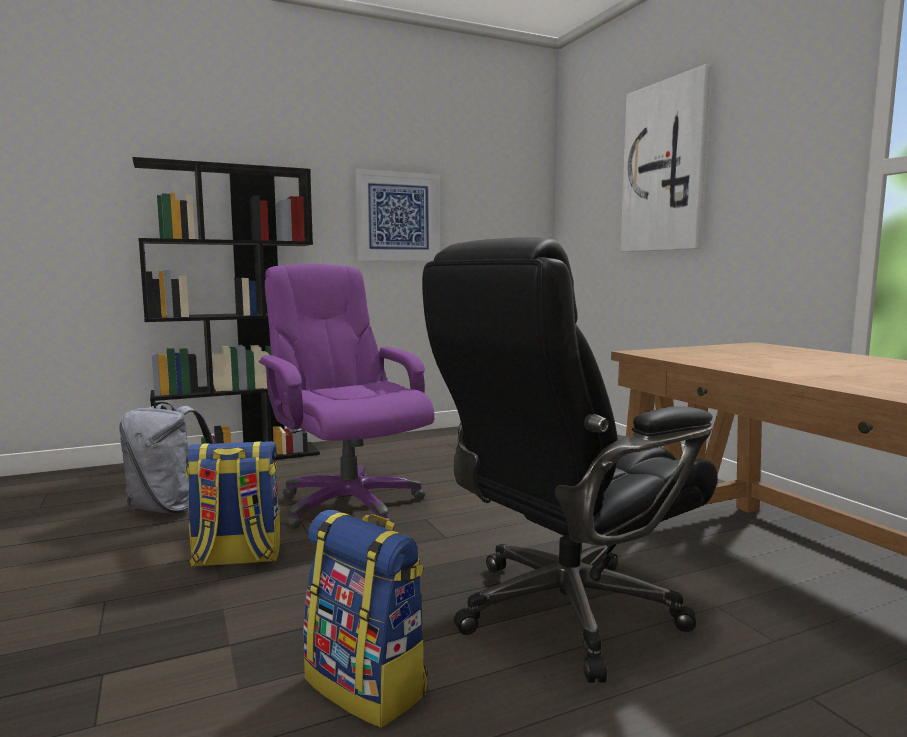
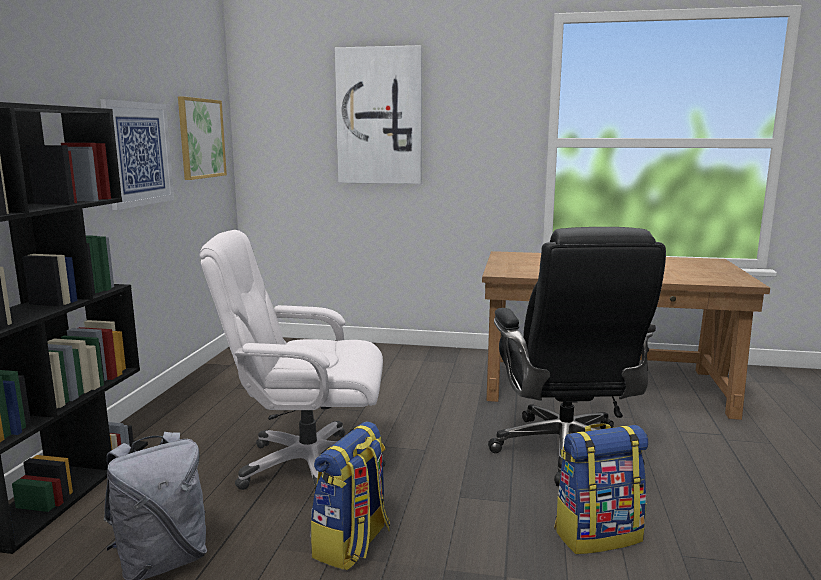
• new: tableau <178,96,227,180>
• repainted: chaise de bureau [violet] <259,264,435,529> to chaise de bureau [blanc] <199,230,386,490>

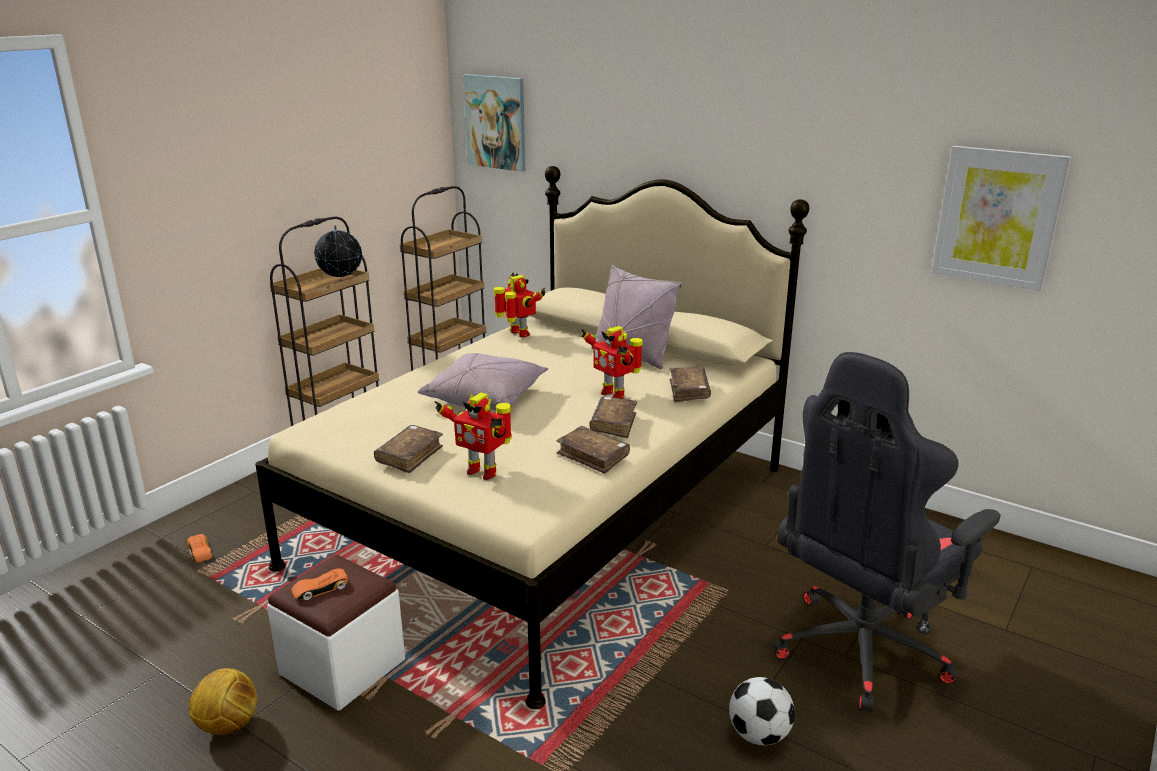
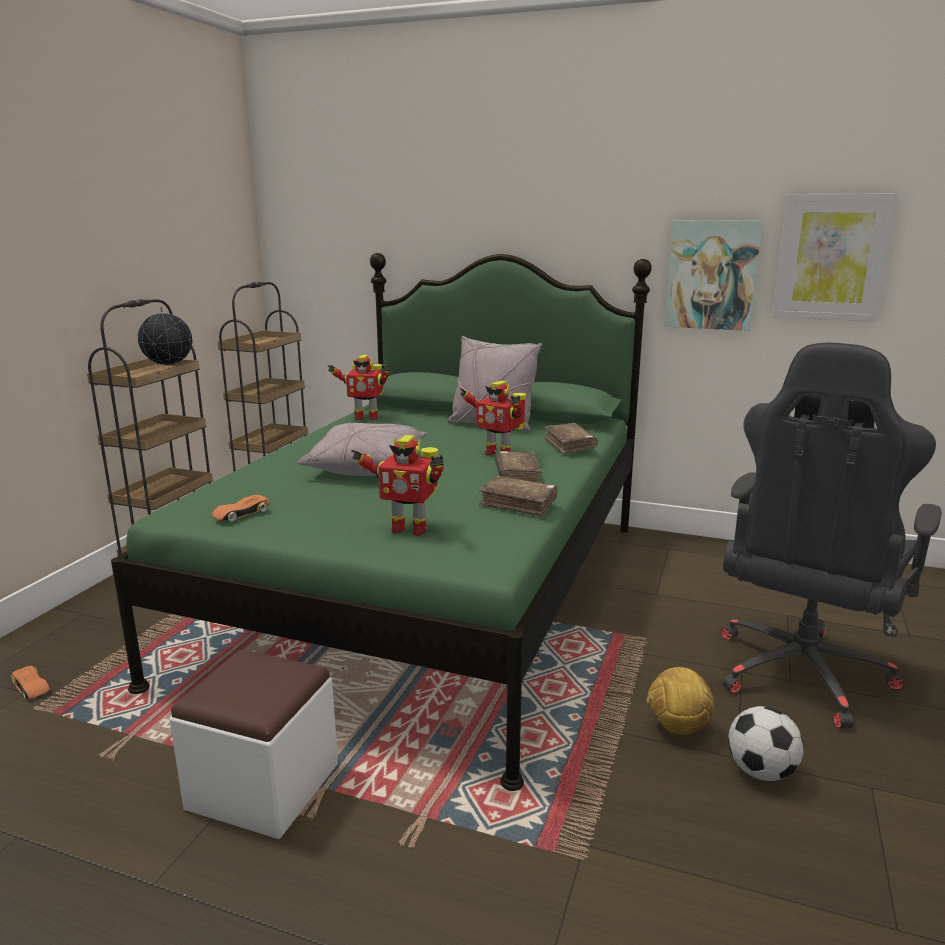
• gone: livre [marron] <374,425,443,473>
• shifted: ballon de foot <189,668,257,735> to <646,667,714,735>
• shifted: petite voiture [orange] <292,568,348,600> to <212,495,270,521>
• shifted: tableau <463,74,525,172> to <664,220,763,331>
• repainted: lit [beige] <255,166,809,709> to lit [vert] <111,253,652,791>
• rotated: robot jouet <494,272,545,337> = <327,355,390,421> 150 degrees clockwise

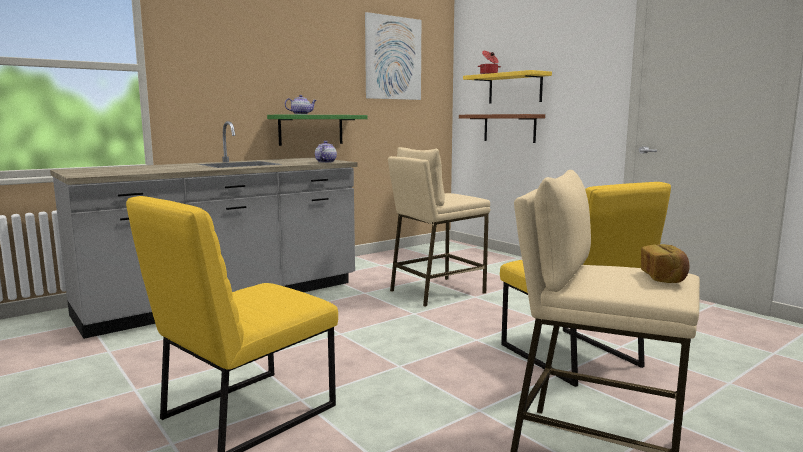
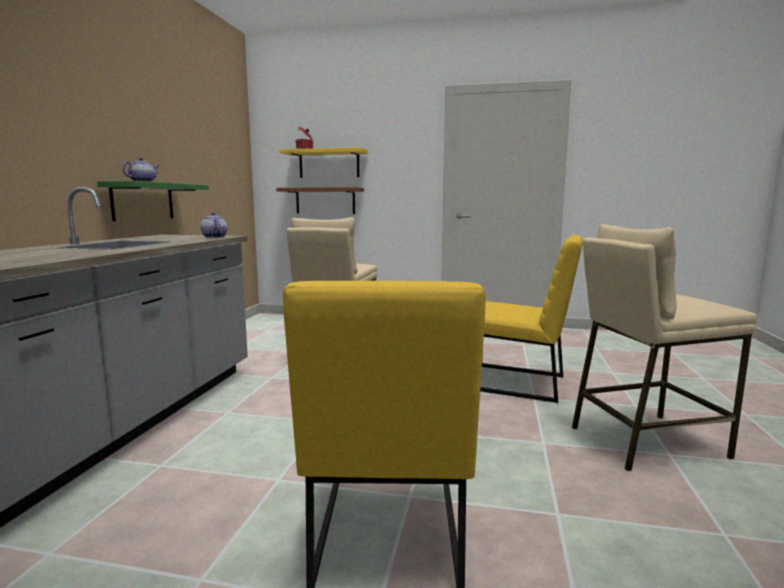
• gone: tableau <365,12,421,100>
• gone: pain <641,244,690,283>

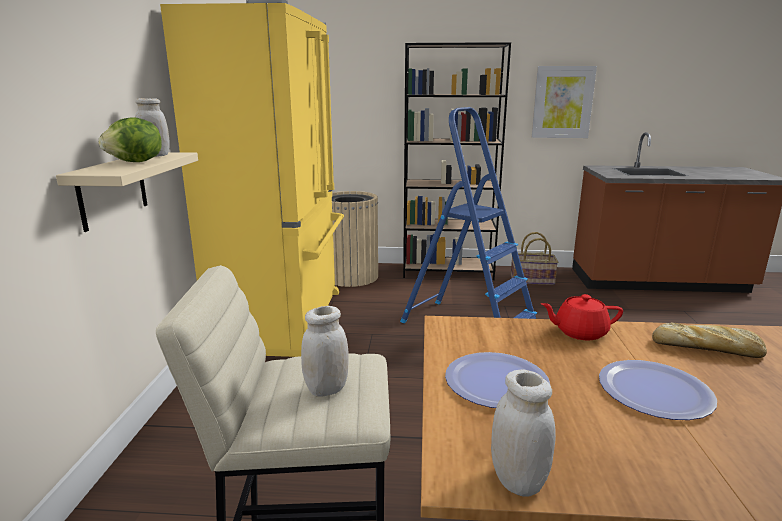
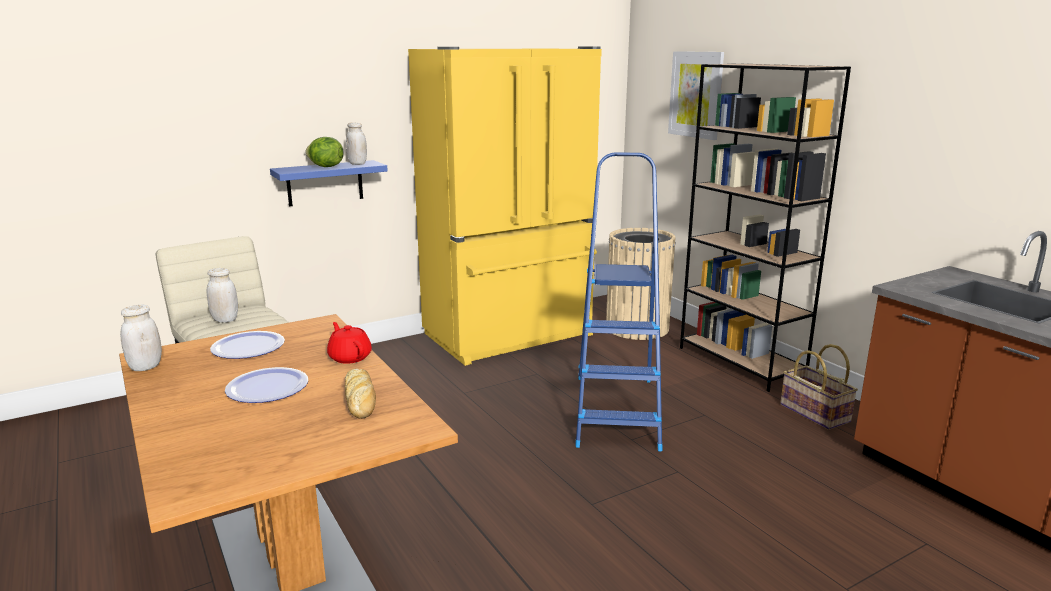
• shifted: tableau <532,66,597,138> to <668,51,724,140>
• repainted: étagère [beige] <56,152,198,232> to étagère [bleu] <270,160,388,207>

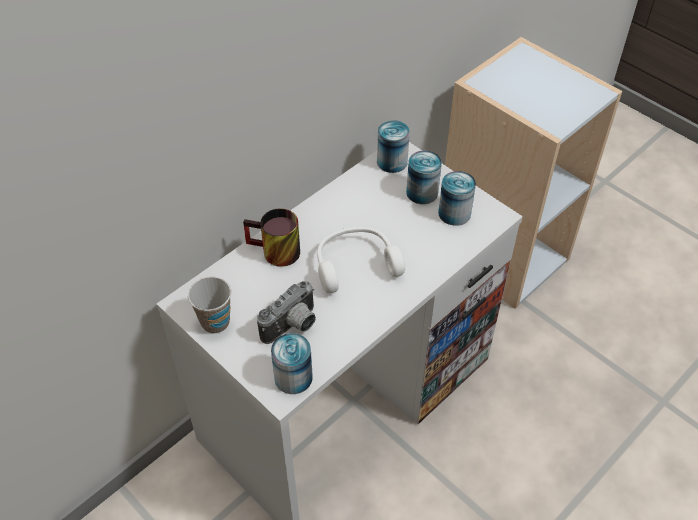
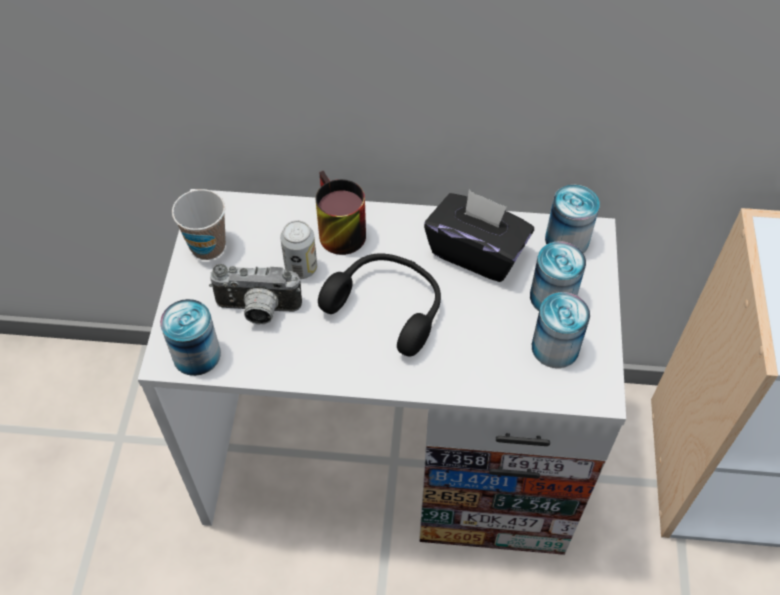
• new: boîte métallique <280,220,317,279>
• new: boîte à mouchoirs [noir] <424,190,534,282>
• repainted: casque audio [blanc] <317,227,405,293> to casque audio [noir] <318,253,441,356>

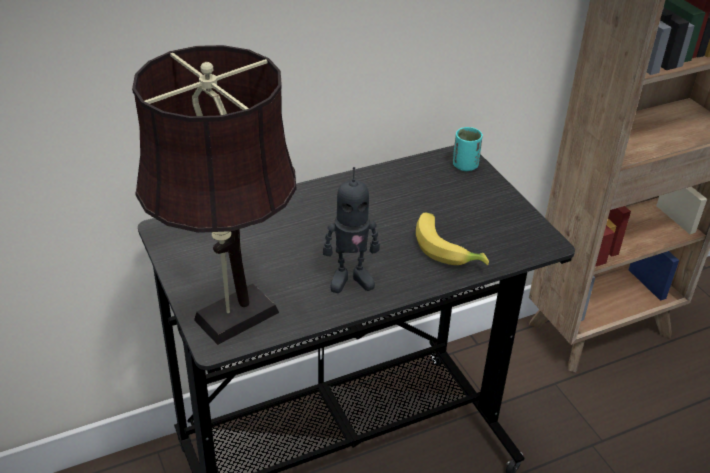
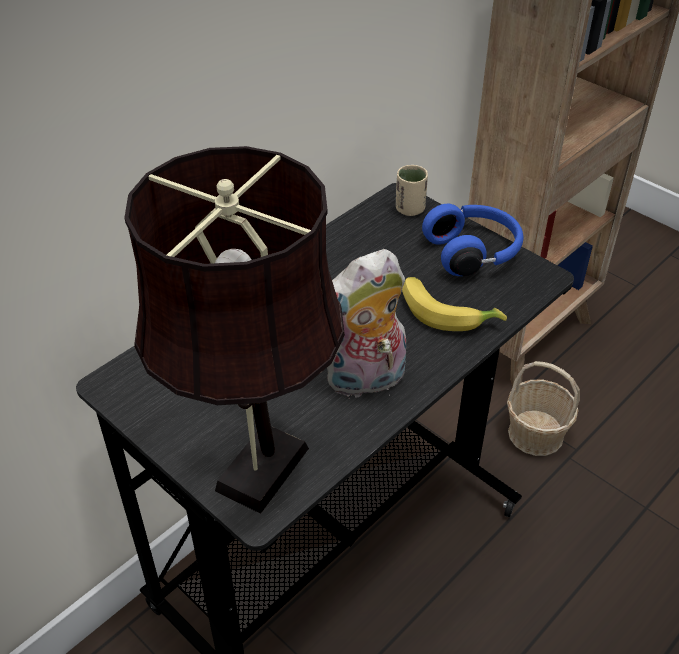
• new: casque audio [bleu] <422,204,524,276>
• new: panier <507,361,580,456>
• swapped: robot jouet <323,167,380,293> to peluche <327,249,406,398>
• repainted: tasse [turquoise] <453,127,483,171> to tasse [beige] <396,165,428,216>

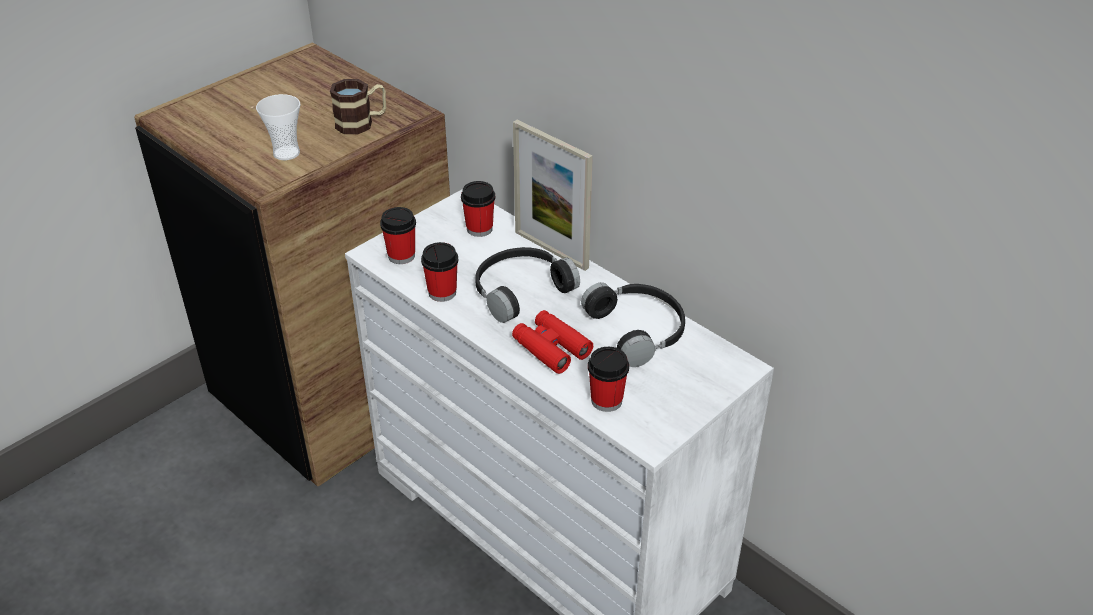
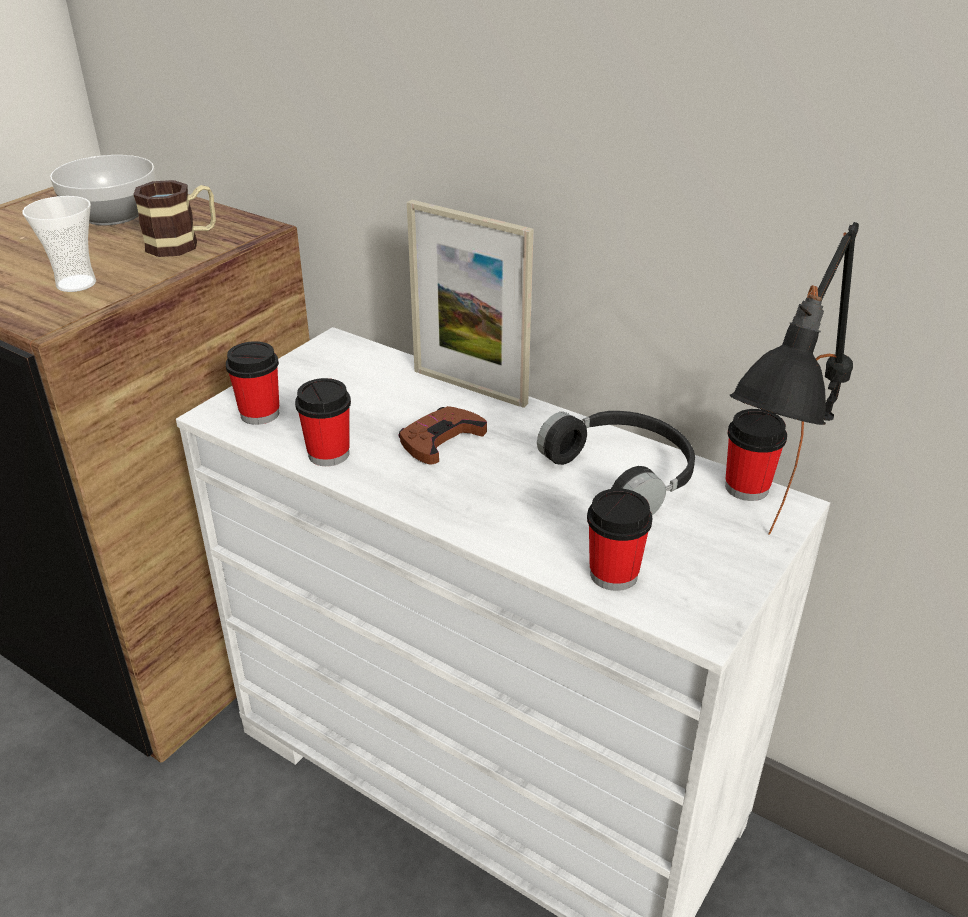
• gone: jumelles [rouge] <512,310,593,374>
• new: bol <50,155,156,225>
• new: lampe de table [noir] <730,222,859,535>
• shifted: tasse <461,181,495,237> to <725,409,787,501>
• swapped: casque audio [noir] <475,247,580,323> to manette [marron] <399,406,487,465>

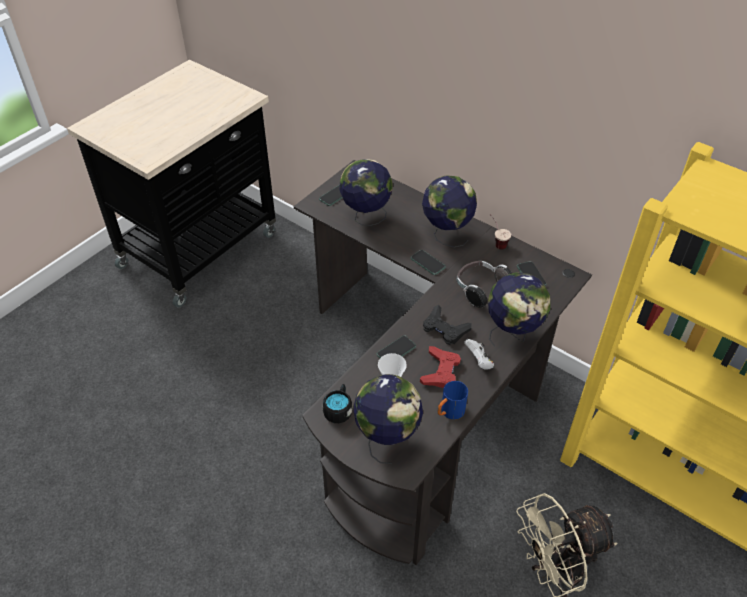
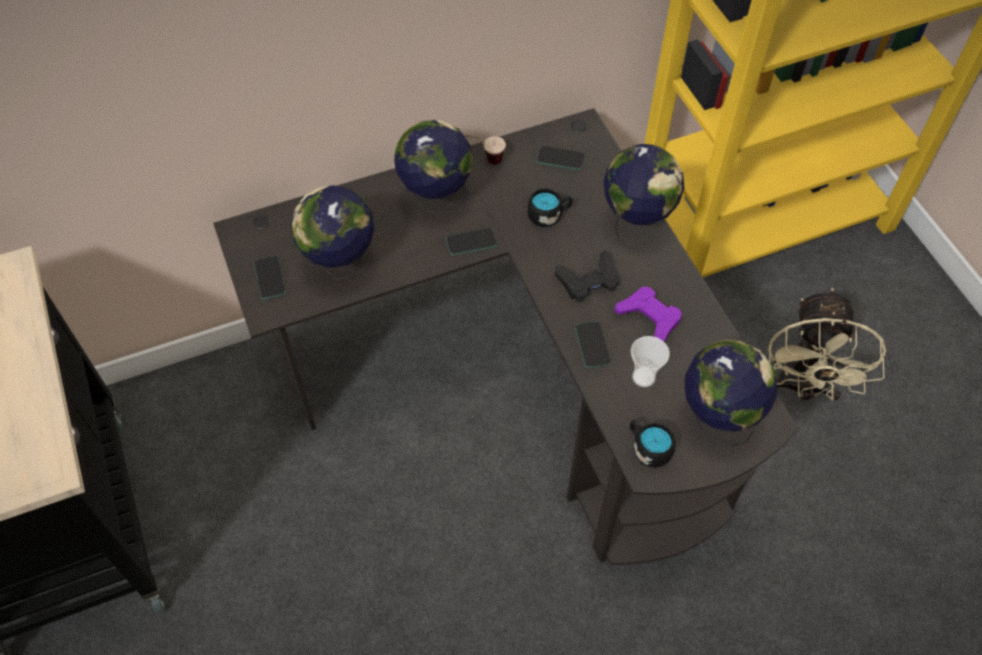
• gone: mug [bleu] <437,381,468,420>
• gone: manette [blanc] <464,339,494,370>
• swapped: casque audio <457,261,512,308> to mug [noir] <528,188,572,227>
• repainted: manette [rouge] <420,346,461,388> to manette [violet] <614,286,682,342>

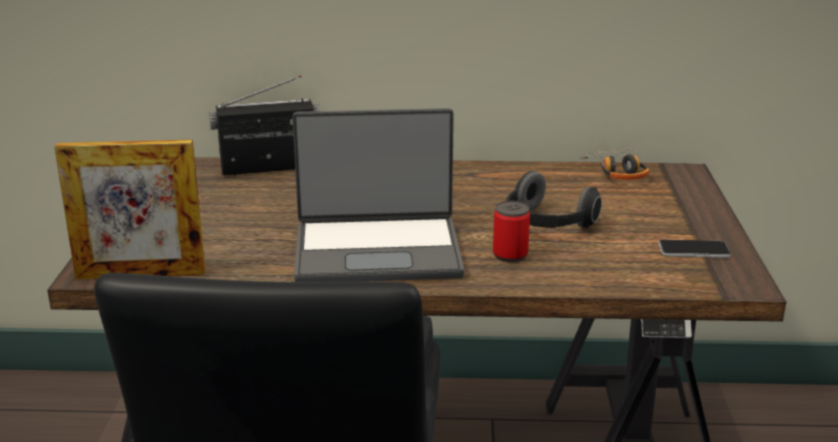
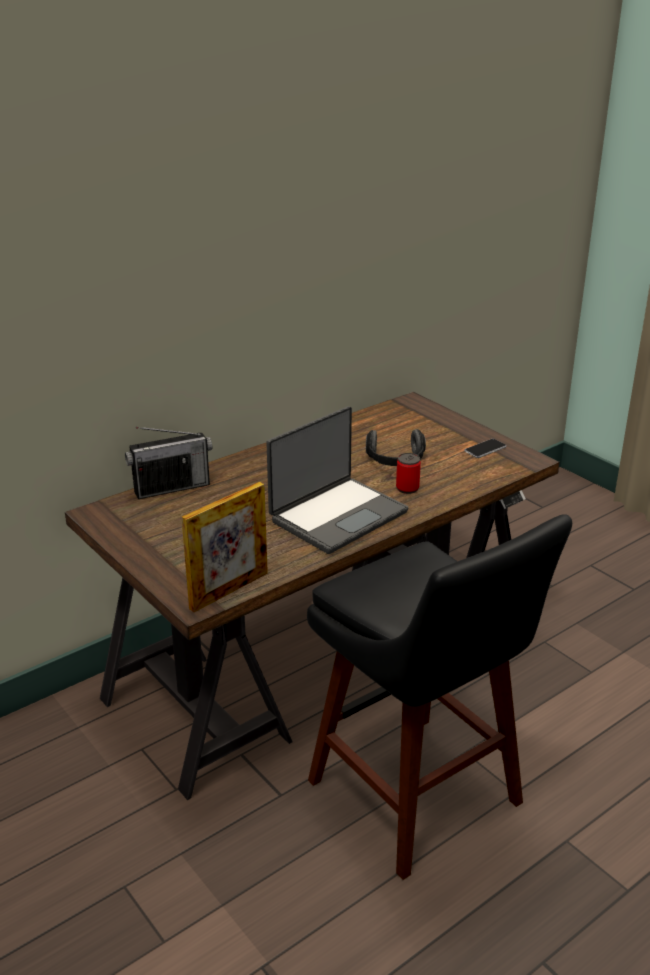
• gone: casque audio <582,148,649,180>
• rotated: radio <209,75,320,176> = <125,427,212,499> 150 degrees counterclockwise

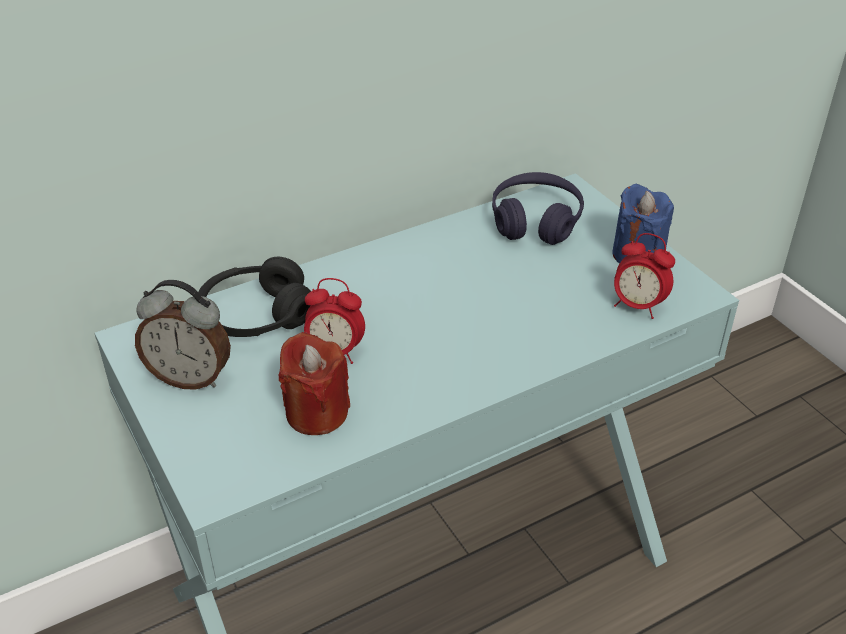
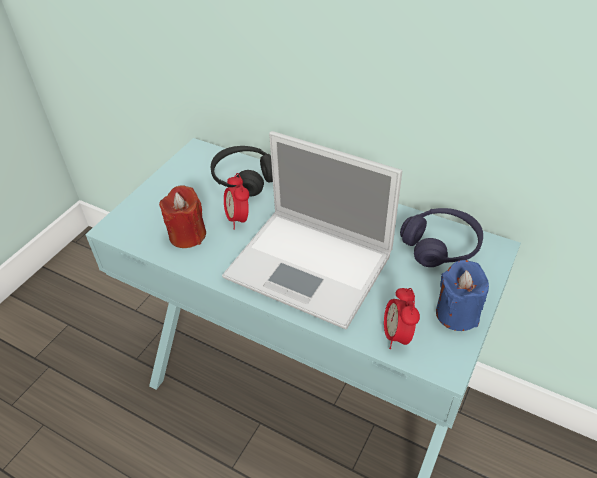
• gone: réveil <135,280,231,390>
• new: ordinateur portable <222,131,402,330>

